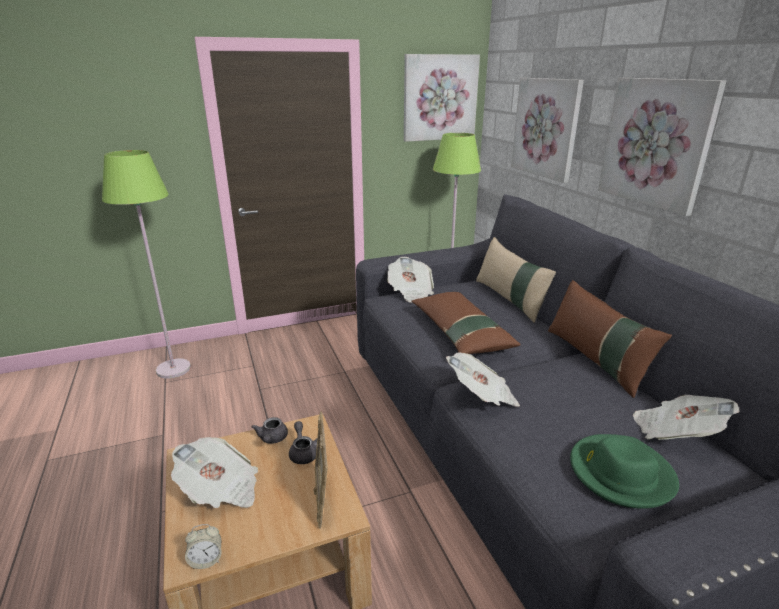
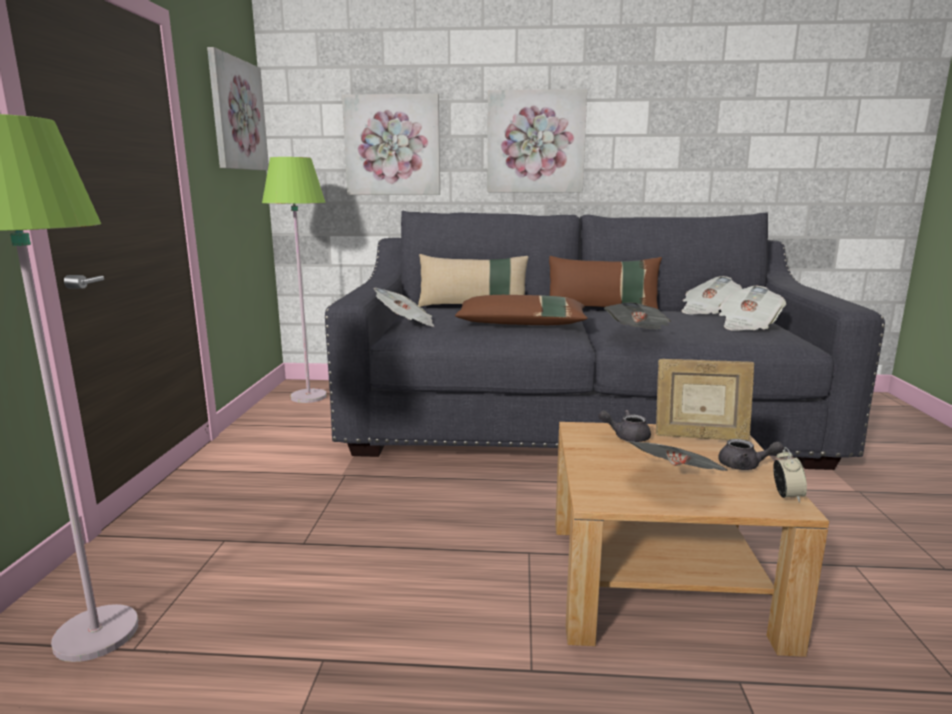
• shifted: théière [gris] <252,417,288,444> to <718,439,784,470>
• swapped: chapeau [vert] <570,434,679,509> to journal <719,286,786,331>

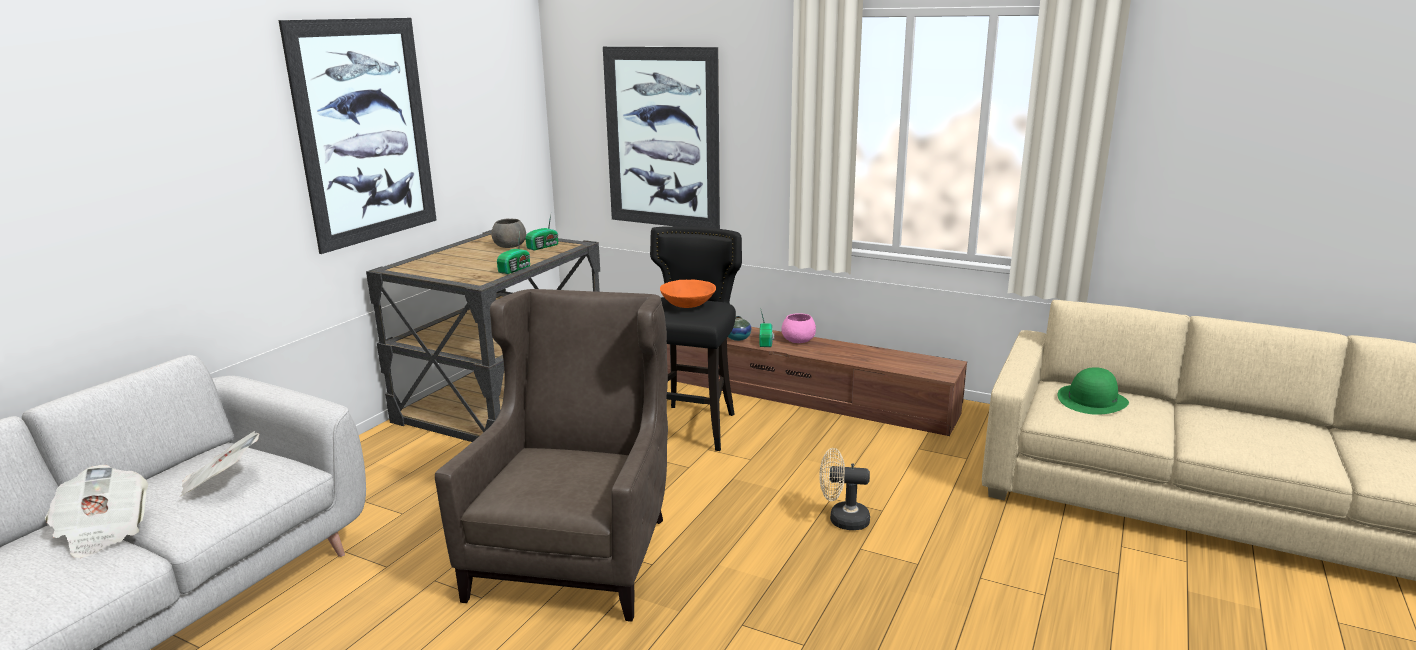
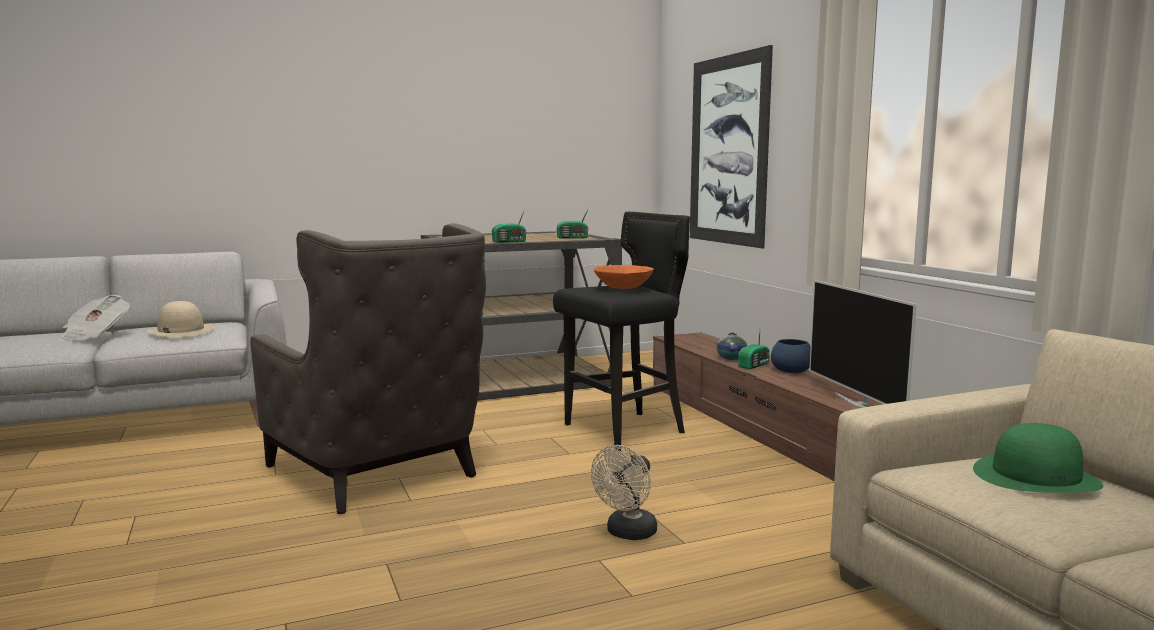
• gone: tableau <278,18,437,254>
• gone: bol [gris] <491,219,526,248>
• new: téléviseur <809,280,917,408>
• swapped: journal <180,431,259,497> to chapeau [beige] <147,301,214,337>
• repainted: bol [rose] <782,313,816,343> to bol [bleu] <771,339,811,373>
• rotated: fauteuil [gris] <435,289,668,622> = <250,223,486,514> 90 degrees clockwise
• rotated: ventilateur [beige] <819,448,870,530> = <591,445,657,540> 105 degrees counterclockwise

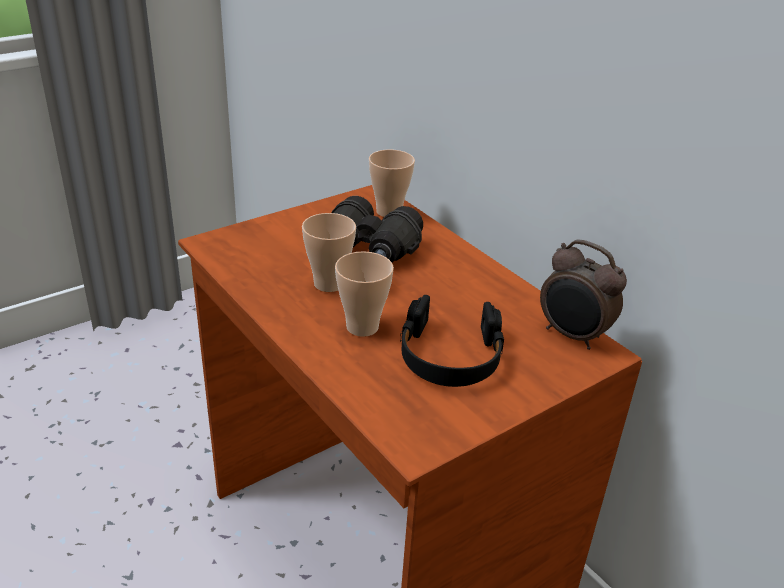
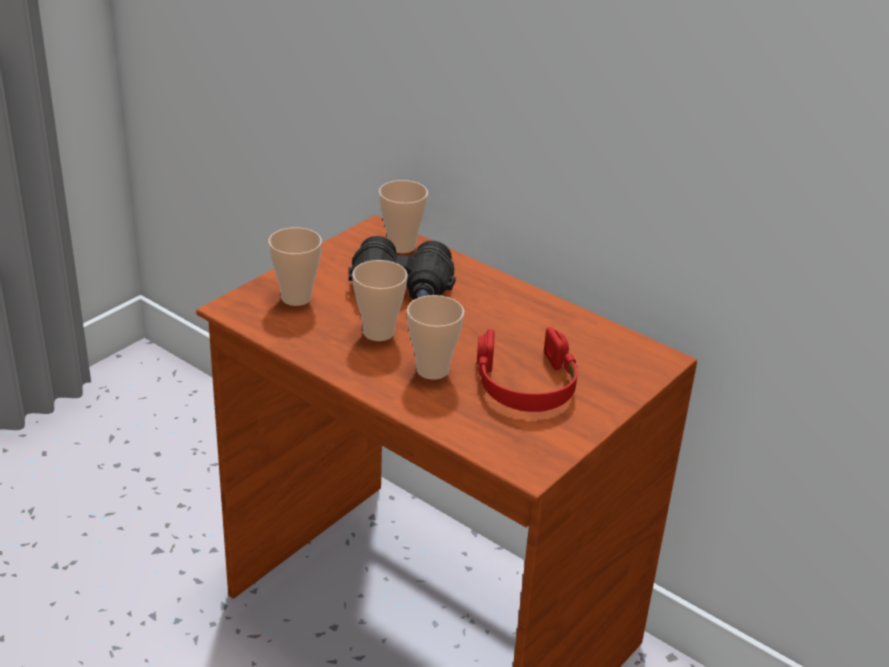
• gone: réveil <540,239,627,350>
• new: tasse <268,227,322,306>
• repainted: casque audio [noir] <400,295,504,387> to casque audio [rouge] <477,327,578,412>

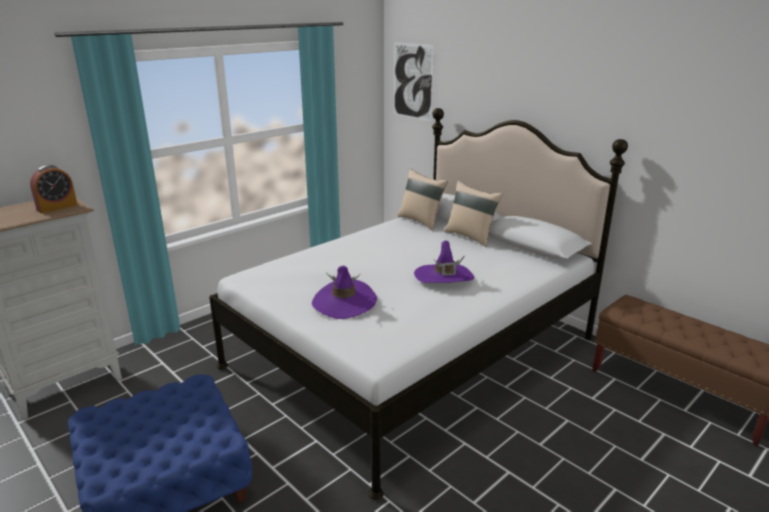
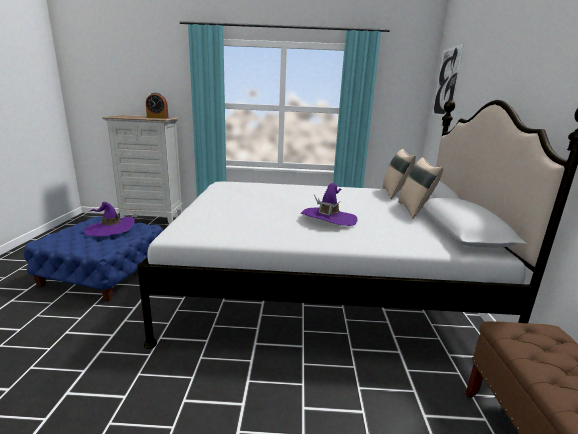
• shifted: chapeau [violet] <312,266,377,319> to <84,202,135,236>

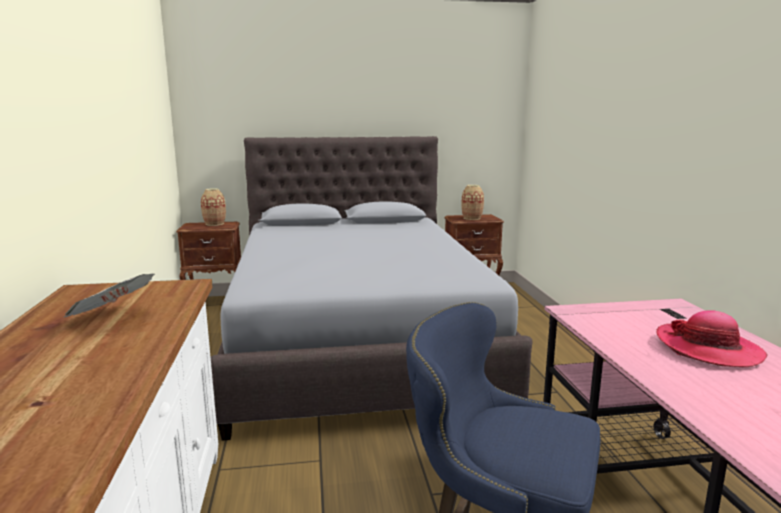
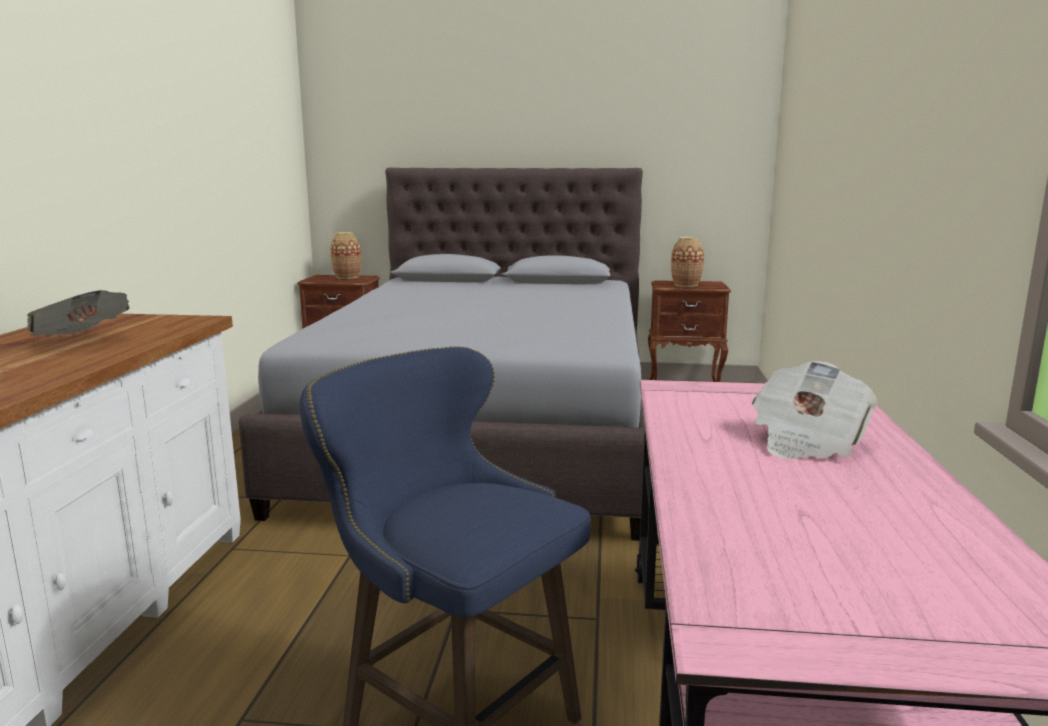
• swapped: chapeau <657,310,767,367> to journal <752,361,878,459>

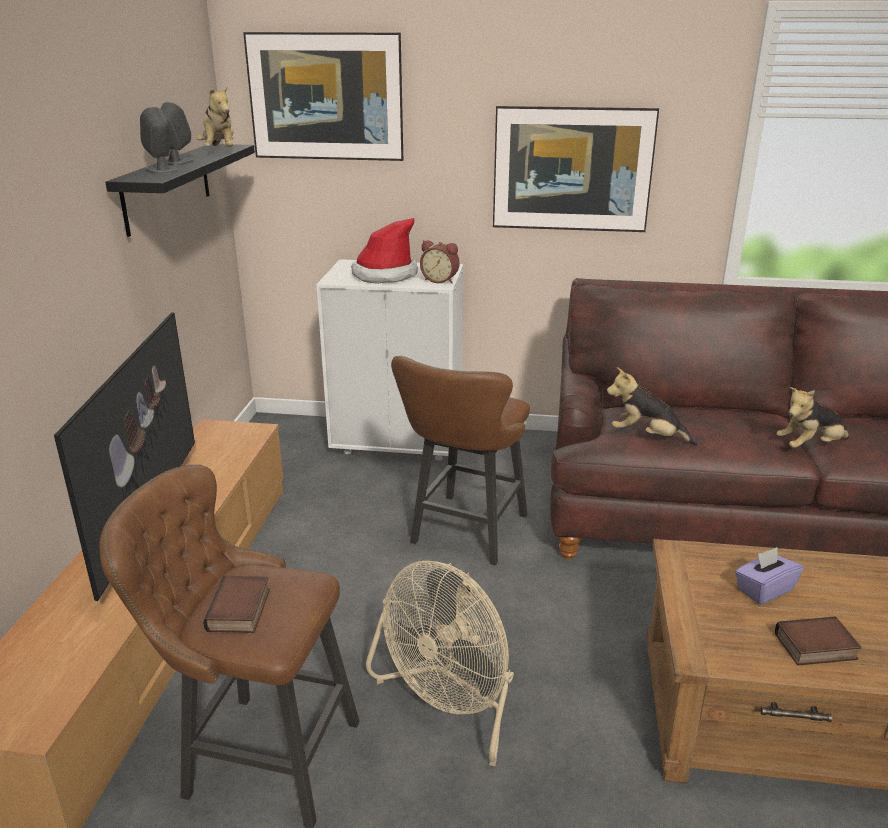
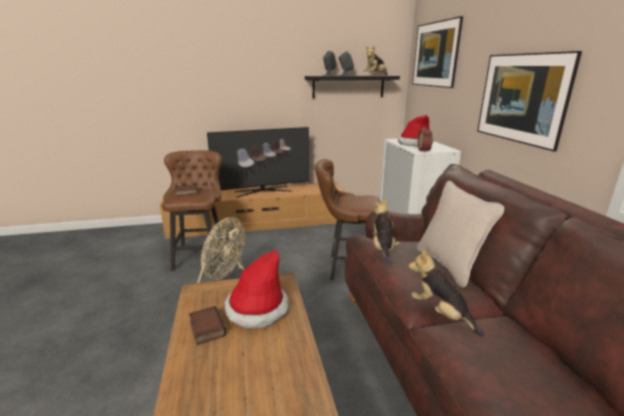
• new: coussin [beige] <417,181,504,287>
• swapped: boîte à mouchoirs [violet] <735,547,804,605> to chapeau <225,250,288,328>

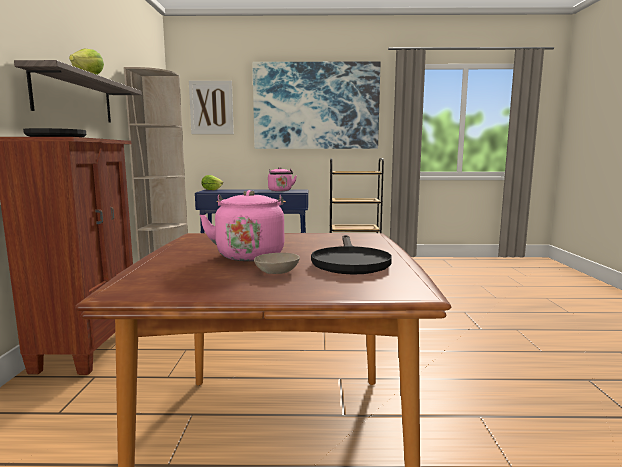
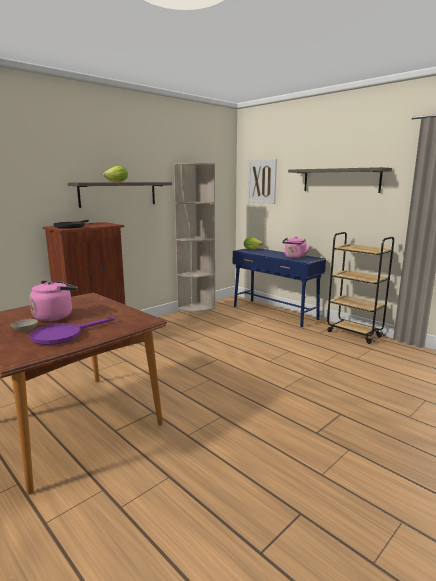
• swapped: tableau <253,62,380,149> to étagère <288,167,392,193>
• repainted: poêle [noir] <311,235,392,275> to poêle [violet] <30,317,115,345>

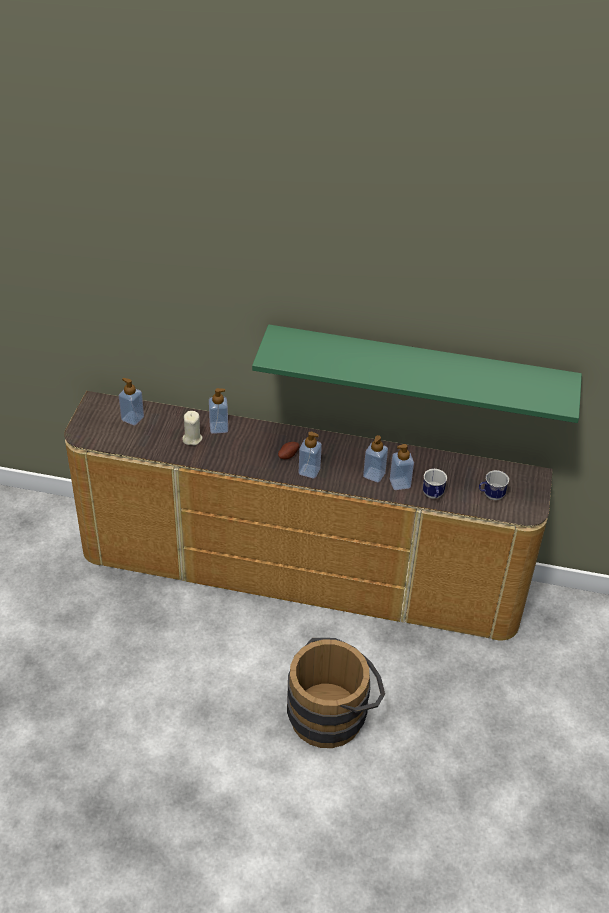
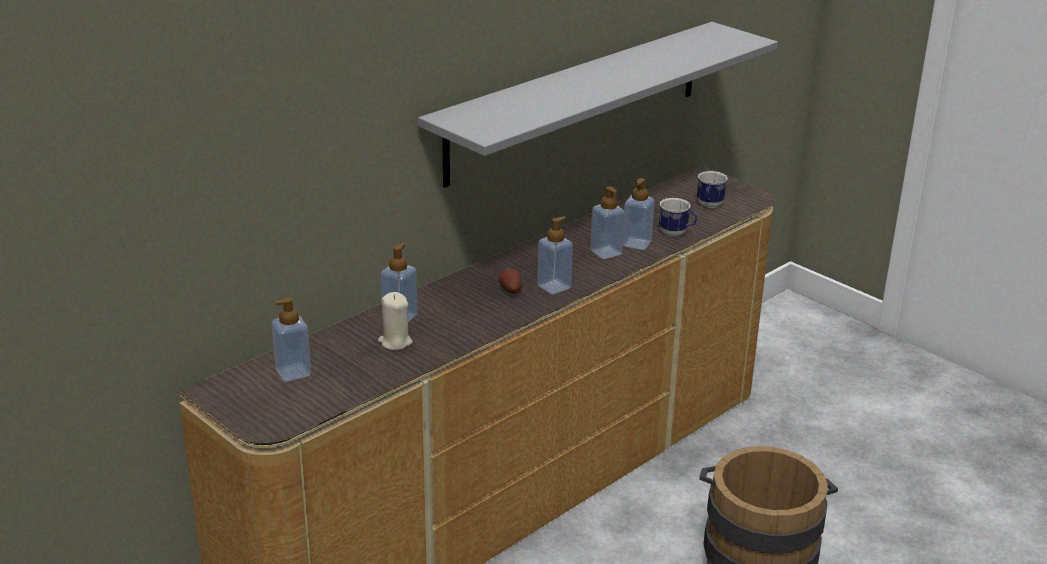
• repainted: étagère [vert] <252,324,582,423> to étagère [gris] <418,22,778,188>

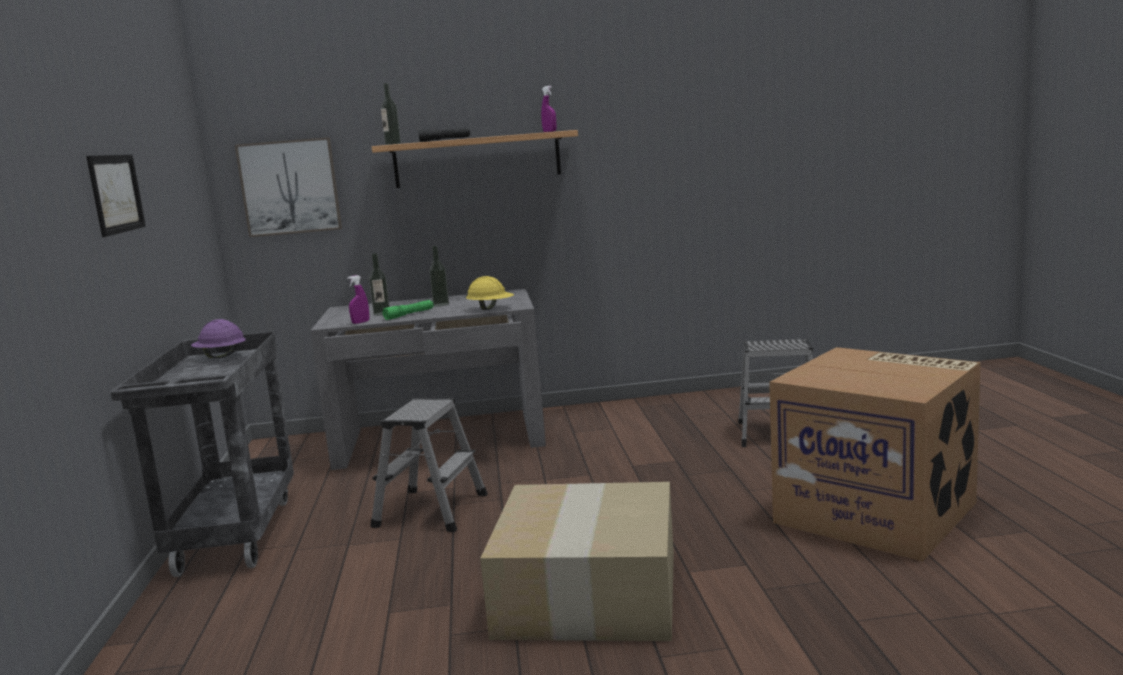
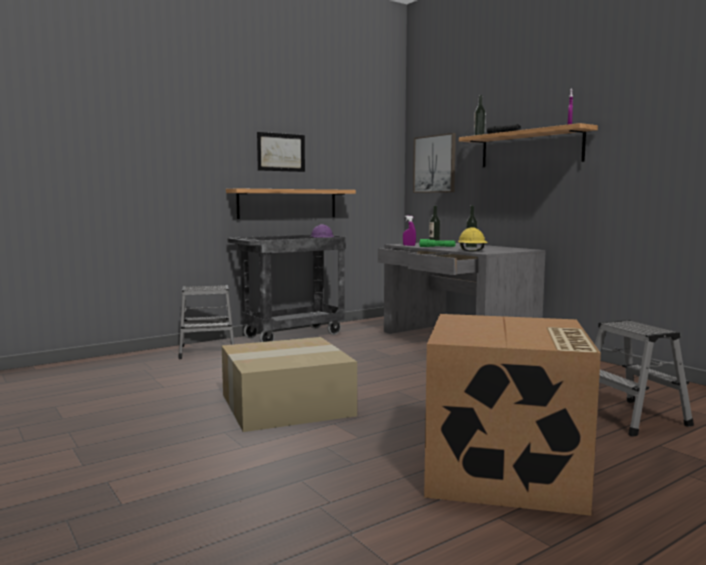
• new: étagère <226,188,356,219>
• shifted: escabeau [gris] <370,398,488,532> to <178,285,234,359>

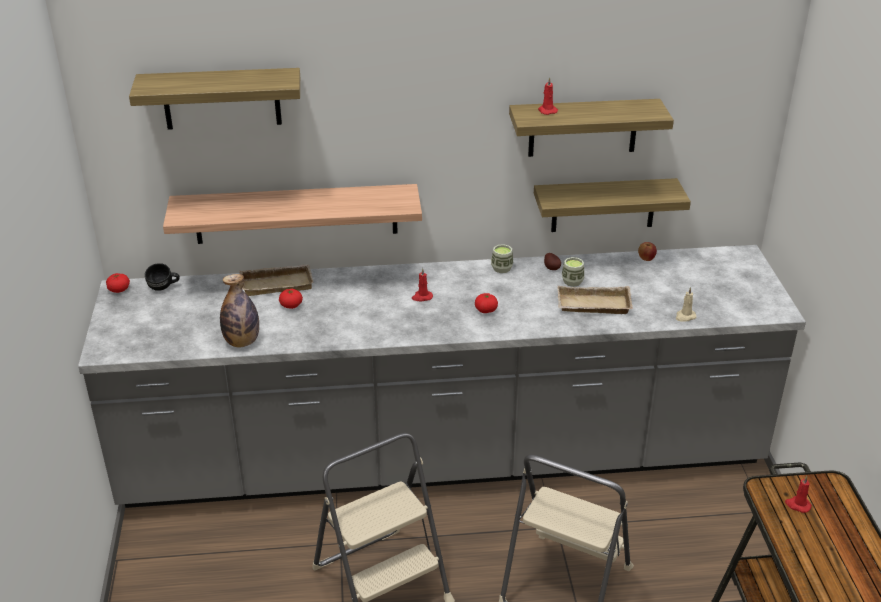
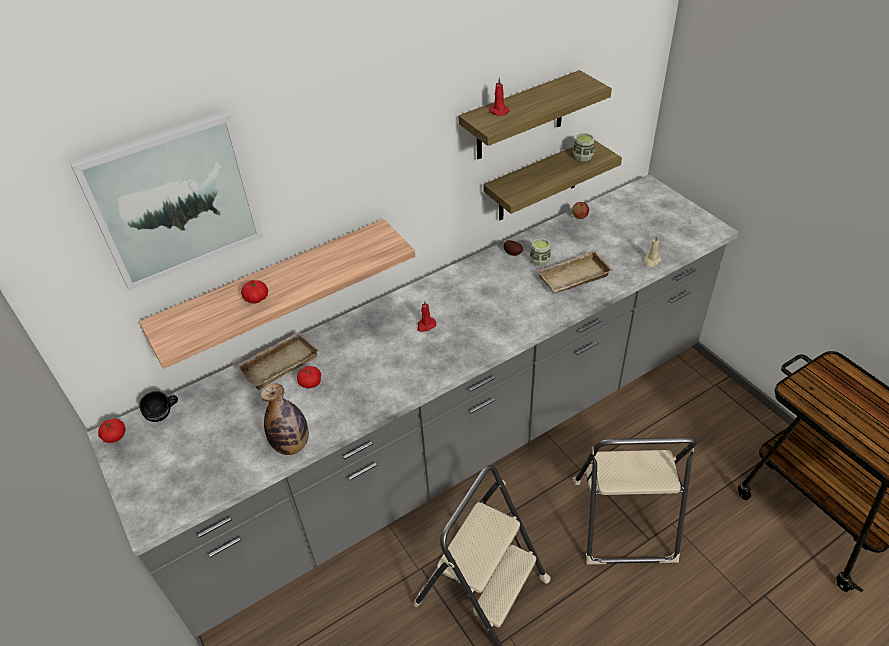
• gone: bougie [rouge] <785,476,812,513>
• shifted: tomate <475,293,498,313> to <241,280,268,304>
• shifted: tasse <491,244,513,273> to <573,133,595,161>
• swapped: étagère <129,68,300,130> to tableau <69,110,263,291>

